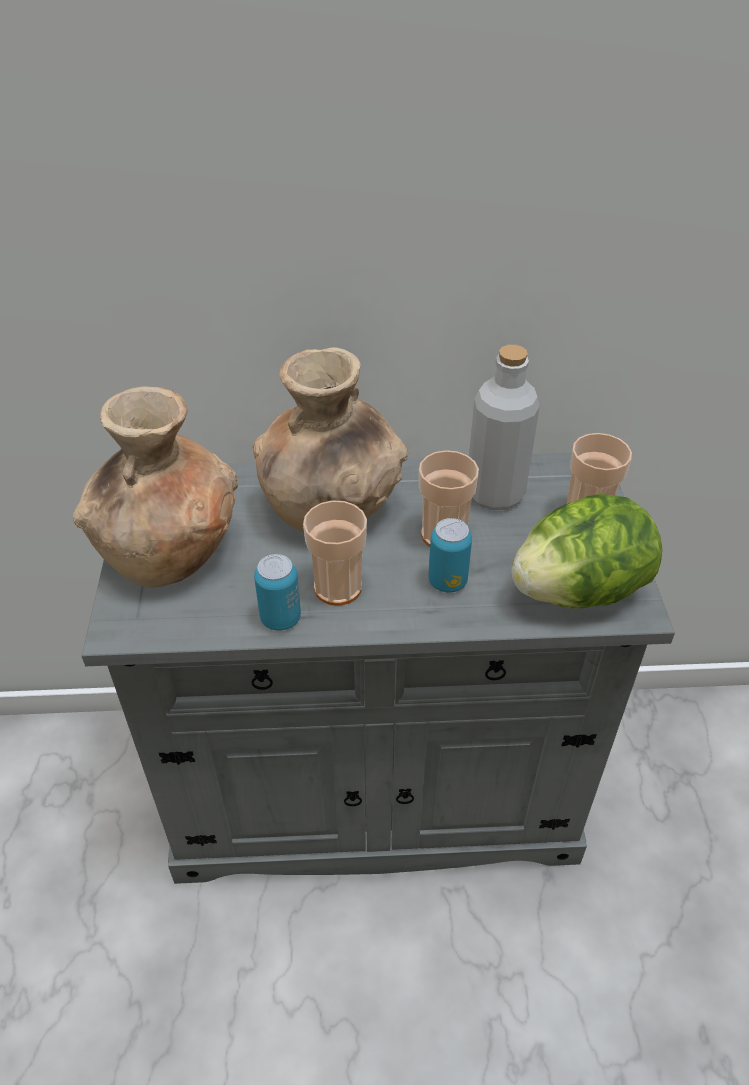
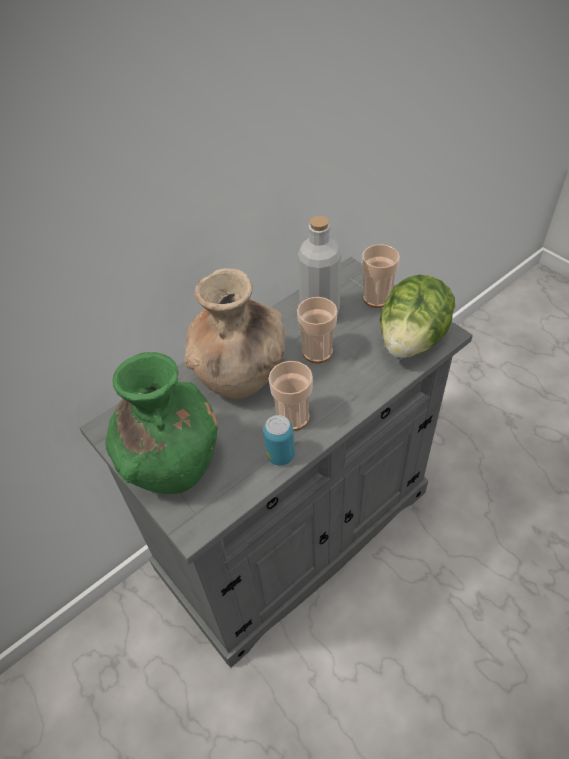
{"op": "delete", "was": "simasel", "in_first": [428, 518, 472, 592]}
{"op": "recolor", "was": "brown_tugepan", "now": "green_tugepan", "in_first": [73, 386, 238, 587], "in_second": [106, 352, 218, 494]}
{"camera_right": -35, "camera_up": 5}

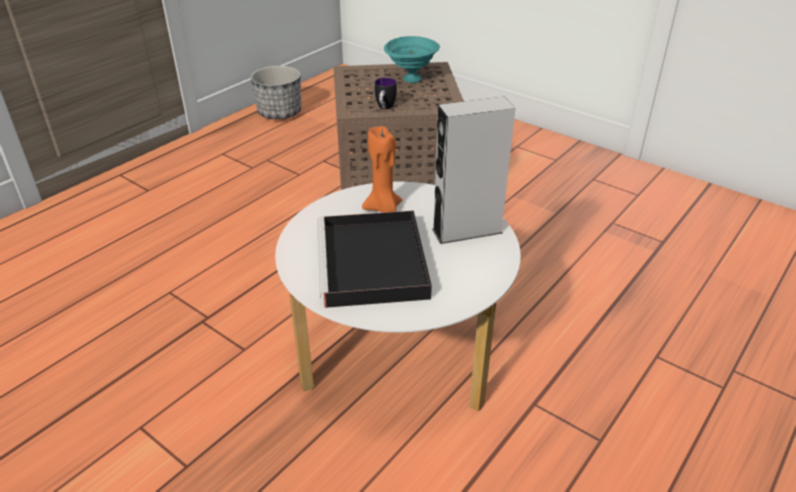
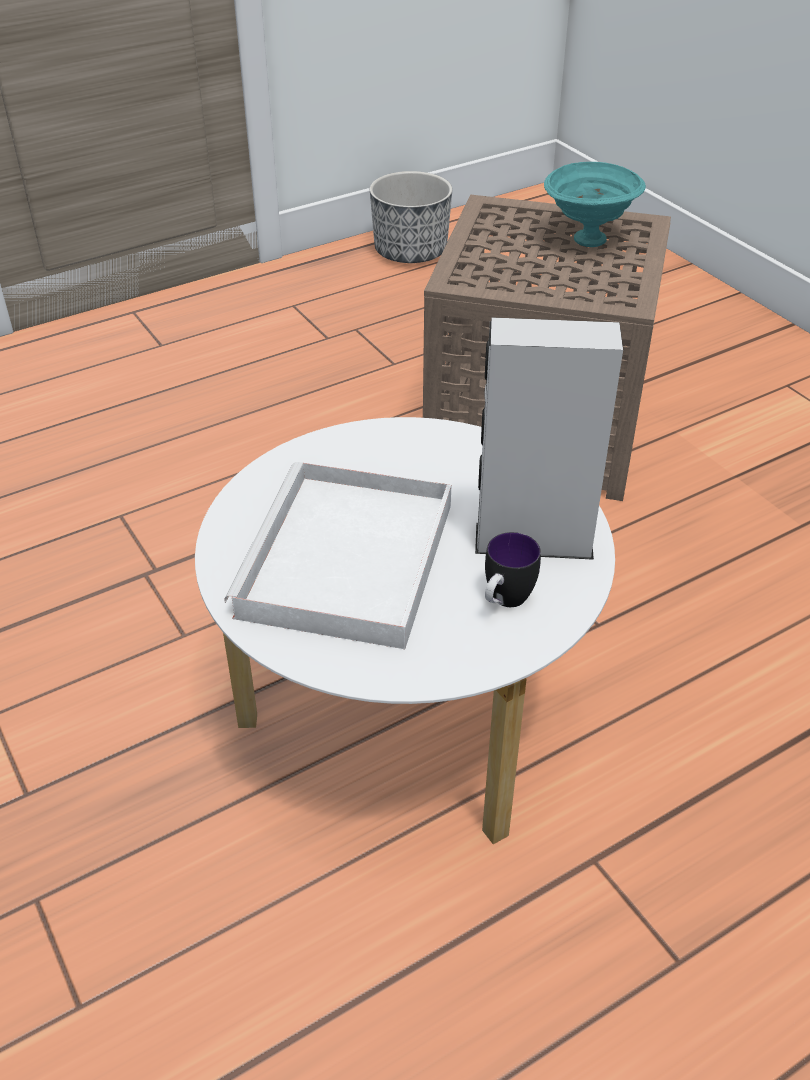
{"op": "delete", "was": "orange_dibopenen", "in_first": [362, 126, 402, 213]}
{"op": "move", "was": "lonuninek", "in_first": [374, 78, 397, 109], "in_second": [485, 532, 541, 607]}
{"op": "recolor", "was": "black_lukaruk", "now": "white_lukaruk", "in_first": [317, 211, 432, 308], "in_second": [224, 462, 451, 649]}
{"camera_right": 20, "camera_up": 5}

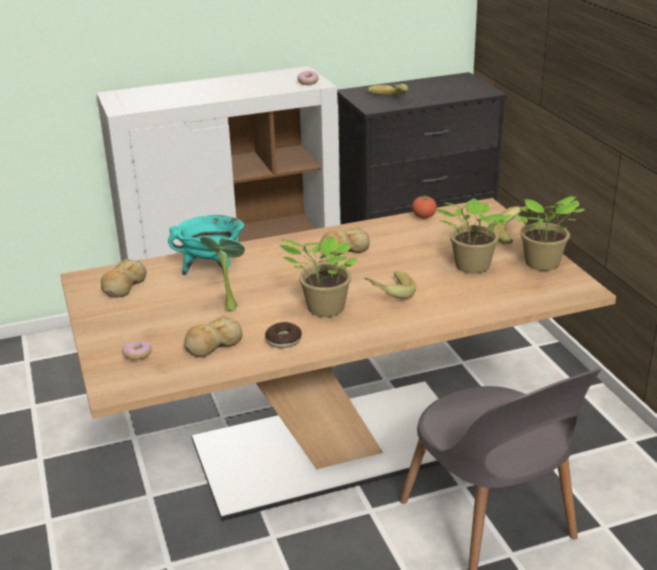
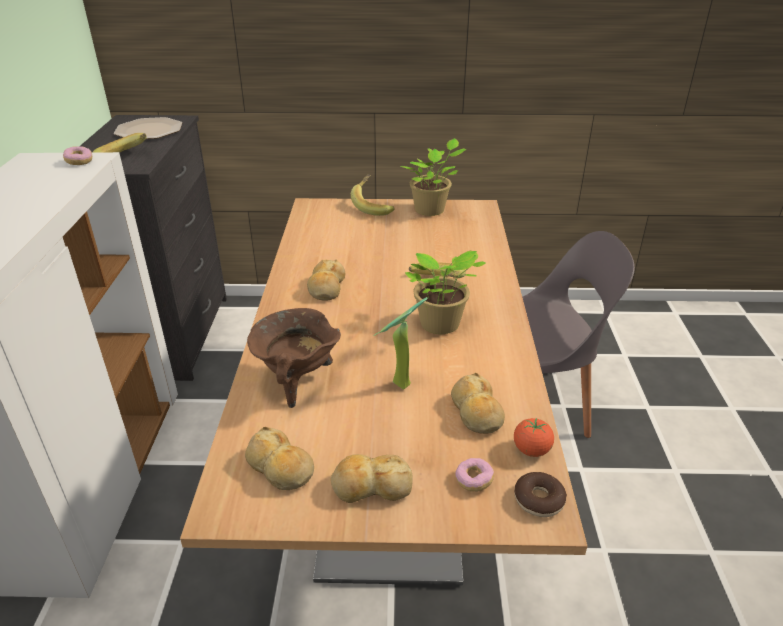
{"op": "delete", "was": "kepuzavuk", "in_first": [436, 198, 511, 274]}
{"op": "insert", "now": "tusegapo", "in_second": [114, 117, 182, 139]}
{"op": "insert", "now": "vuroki", "in_second": [331, 454, 413, 503]}
{"op": "move", "was": "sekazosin", "in_first": [265, 322, 302, 348], "in_second": [514, 472, 567, 517]}
{"op": "move", "was": "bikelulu", "in_first": [412, 196, 437, 218], "in_second": [514, 418, 554, 457]}
{"op": "recolor", "was": "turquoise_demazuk", "now": "brown_demazuk", "in_first": [168, 215, 244, 275], "in_second": [247, 308, 341, 408]}
{"camera_right": -70, "camera_up": 5}

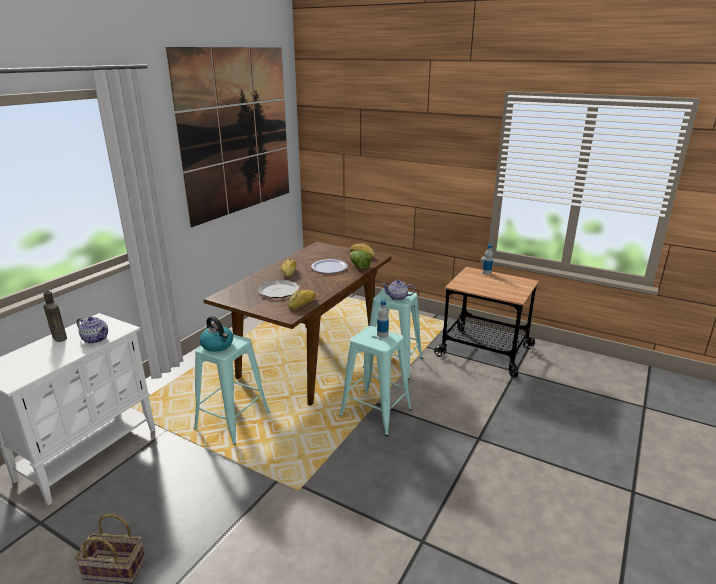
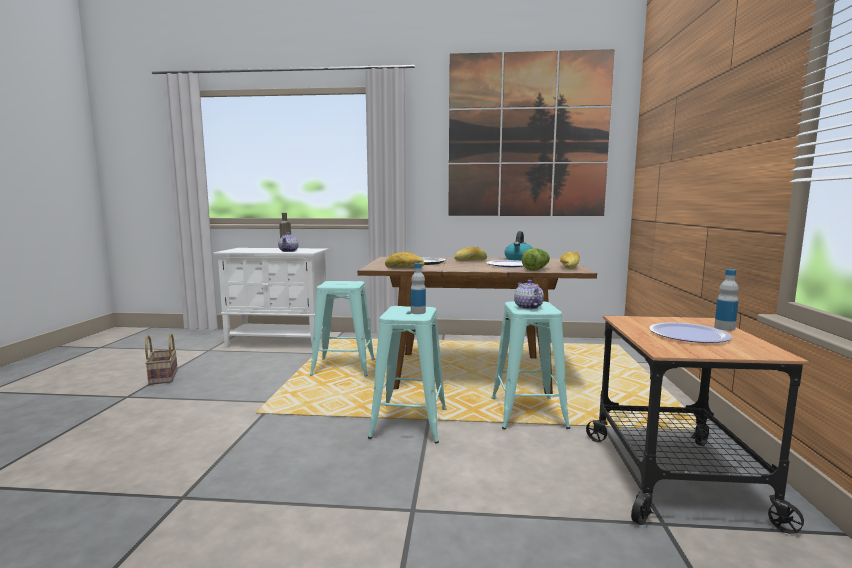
{"op": "insert", "now": "tusegapo", "in_second": [649, 323, 732, 343]}
{"op": "move", "was": "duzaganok", "in_first": [199, 316, 233, 352], "in_second": [505, 231, 533, 261]}
{"camera_right": 65, "camera_up": -15}

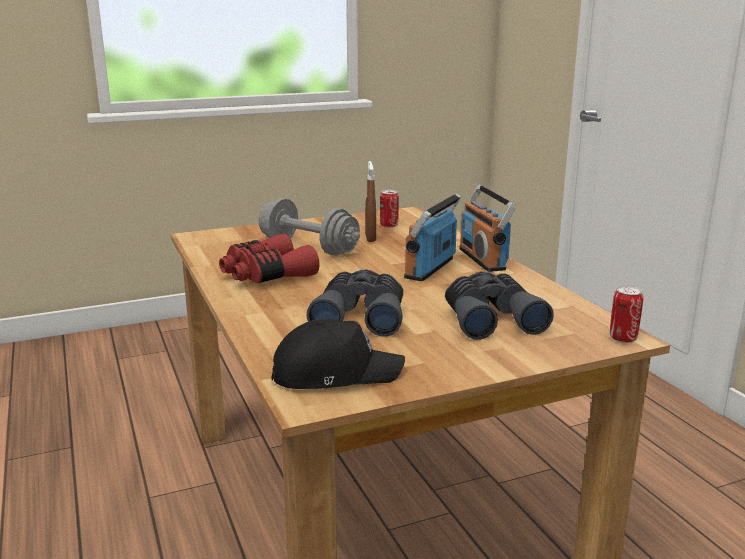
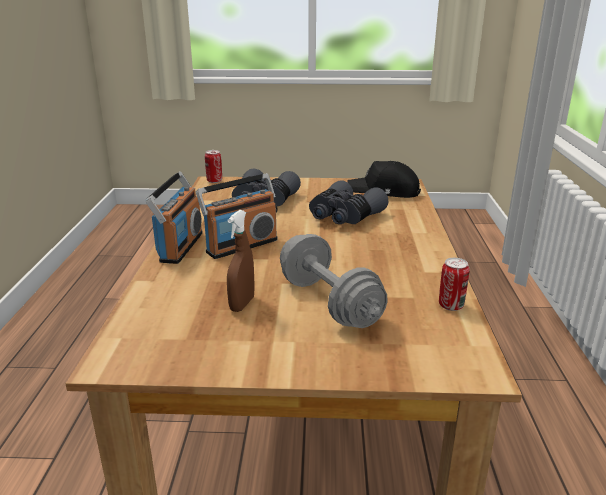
{"op": "delete", "was": "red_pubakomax", "in_first": [219, 234, 319, 283]}
{"op": "move", "was": "simasel", "in_first": [380, 190, 399, 228], "in_second": [439, 258, 470, 311]}
{"camera_right": -155, "camera_up": 5}

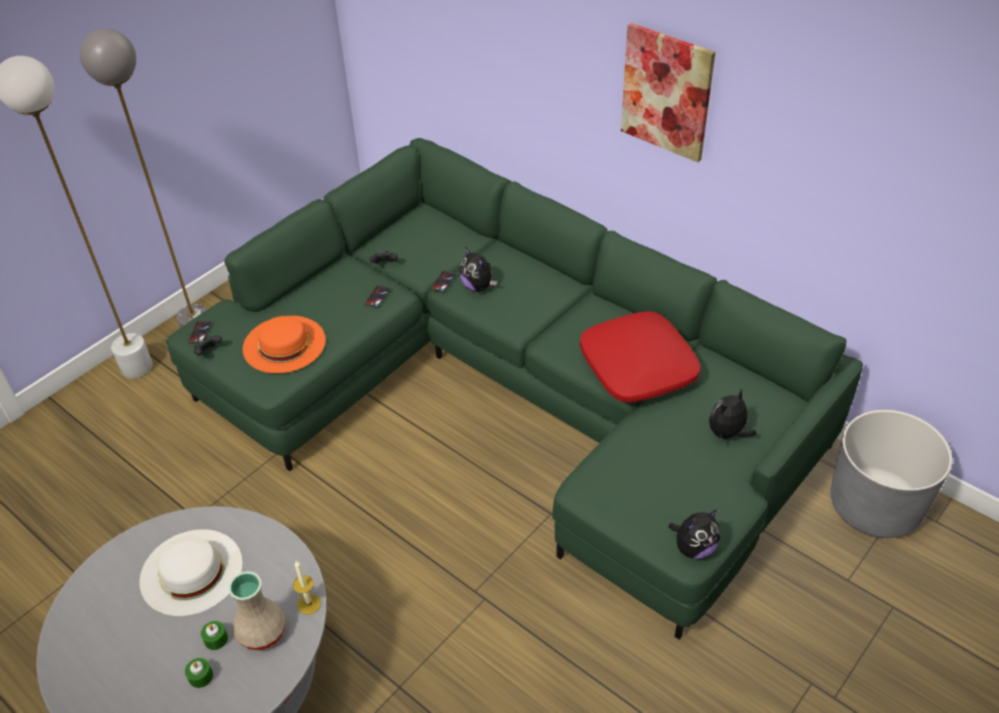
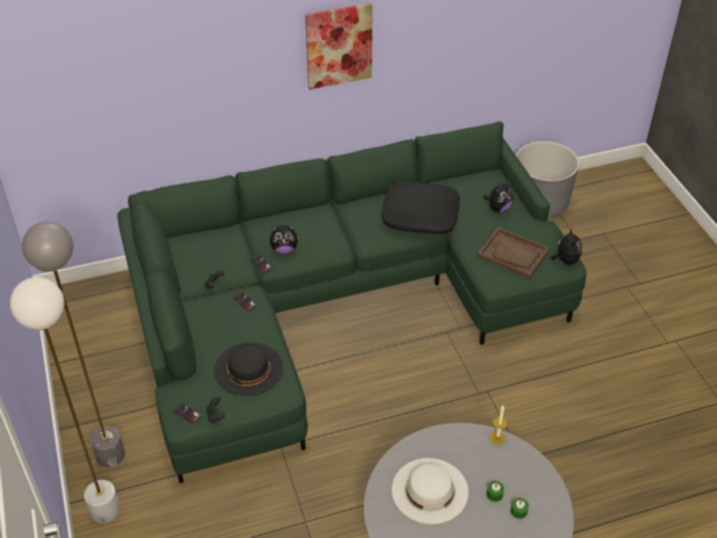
{"op": "delete", "was": "beige_tugepan", "in_first": [228, 571, 286, 650]}
{"op": "insert", "now": "brown_lukaruk", "in_second": [477, 227, 550, 279]}
{"op": "recolor", "was": "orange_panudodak", "now": "black_panudodak", "in_first": [243, 316, 326, 374], "in_second": [214, 343, 283, 396]}
{"op": "recolor", "was": "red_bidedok", "now": "black_bidedok", "in_first": [580, 311, 700, 403], "in_second": [382, 181, 460, 234]}
{"op": "rotate", "was": "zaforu", "in_first": [709, 388, 757, 441], "in_second": [483, 180, 514, 213], "clockwise": -120}
{"camera_right": -60, "camera_up": 0}

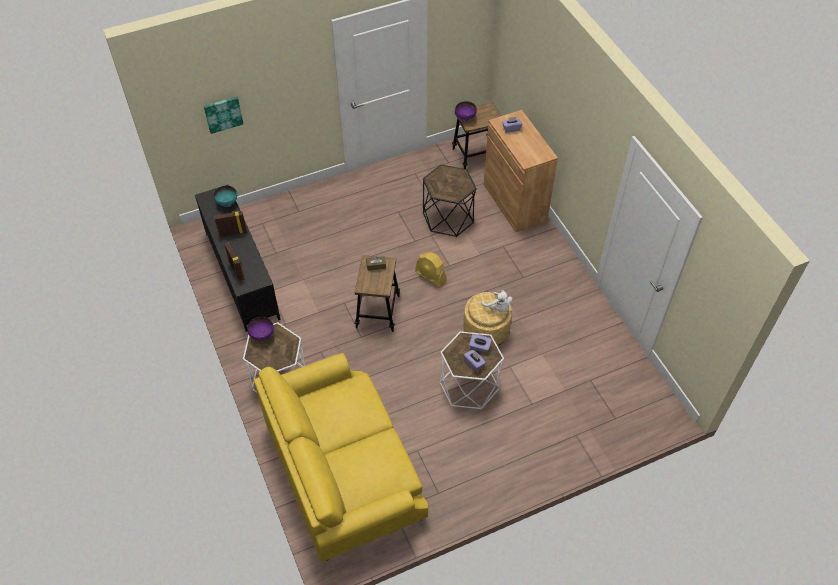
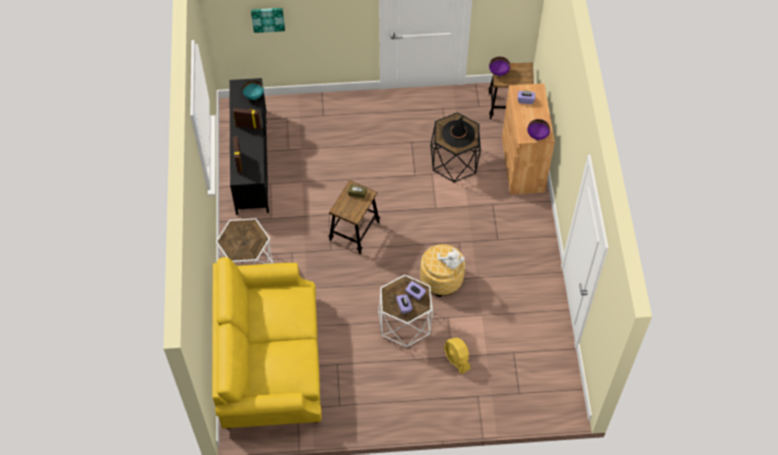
{"op": "insert", "now": "black_panudodak", "in_second": [442, 116, 475, 148]}
{"op": "move", "was": "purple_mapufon", "in_first": [248, 317, 274, 341], "in_second": [527, 119, 550, 140]}
{"op": "move", "was": "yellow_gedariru", "in_first": [415, 252, 447, 287], "in_second": [443, 337, 470, 374]}
{"camera_right": 20, "camera_up": 5}

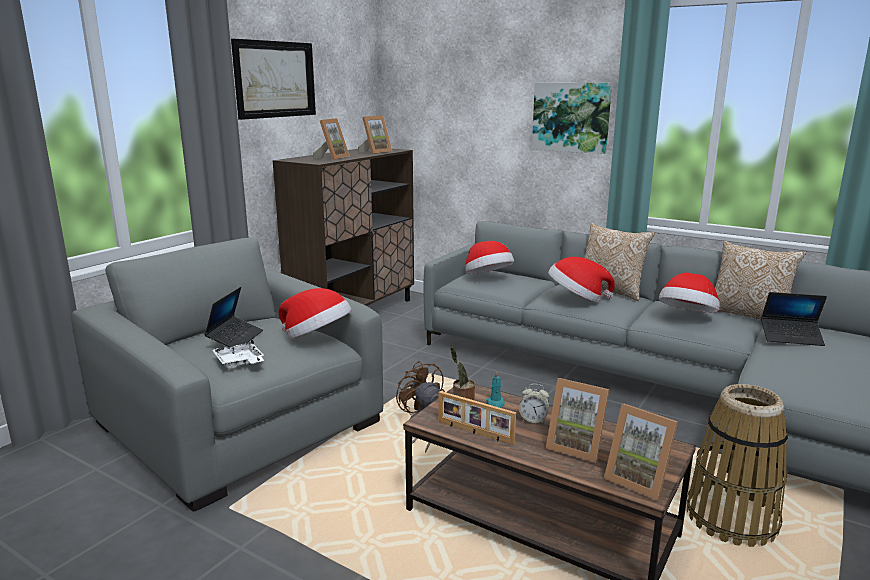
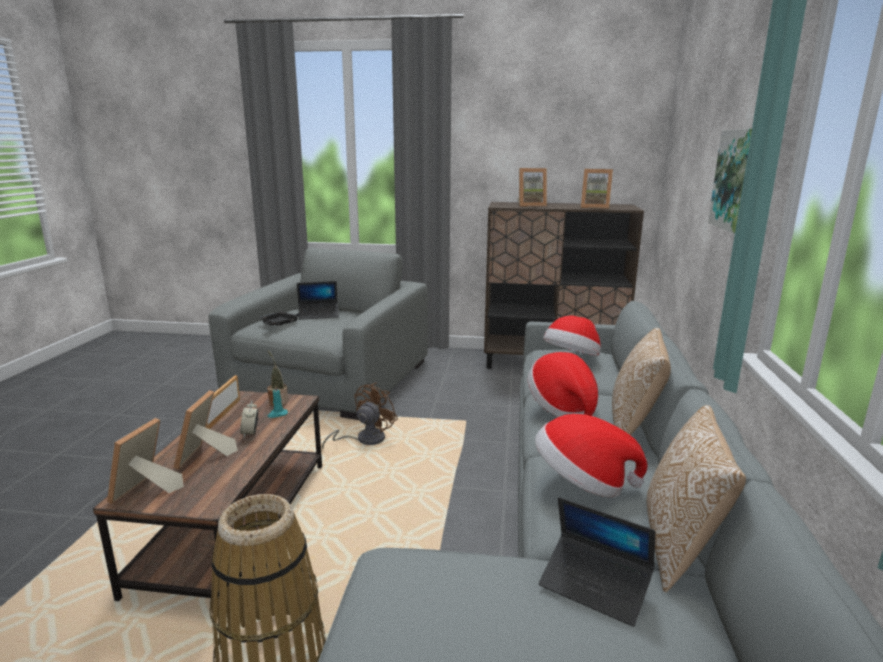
{"op": "delete", "was": "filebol", "in_first": [231, 39, 316, 120]}
{"op": "delete", "was": "panudodak", "in_first": [278, 288, 352, 339]}
{"op": "recolor", "was": "white_lukaruk", "now": "black_lukaruk", "in_first": [212, 338, 264, 369], "in_second": [258, 311, 300, 326]}
{"op": "rotate", "was": "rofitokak", "in_first": [761, 292, 827, 346], "in_second": [539, 497, 655, 627], "clockwise": -45}
{"camera_right": 65, "camera_up": 0}

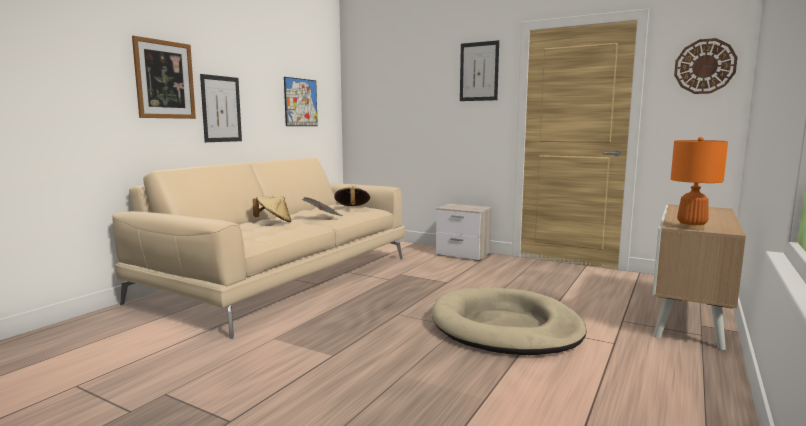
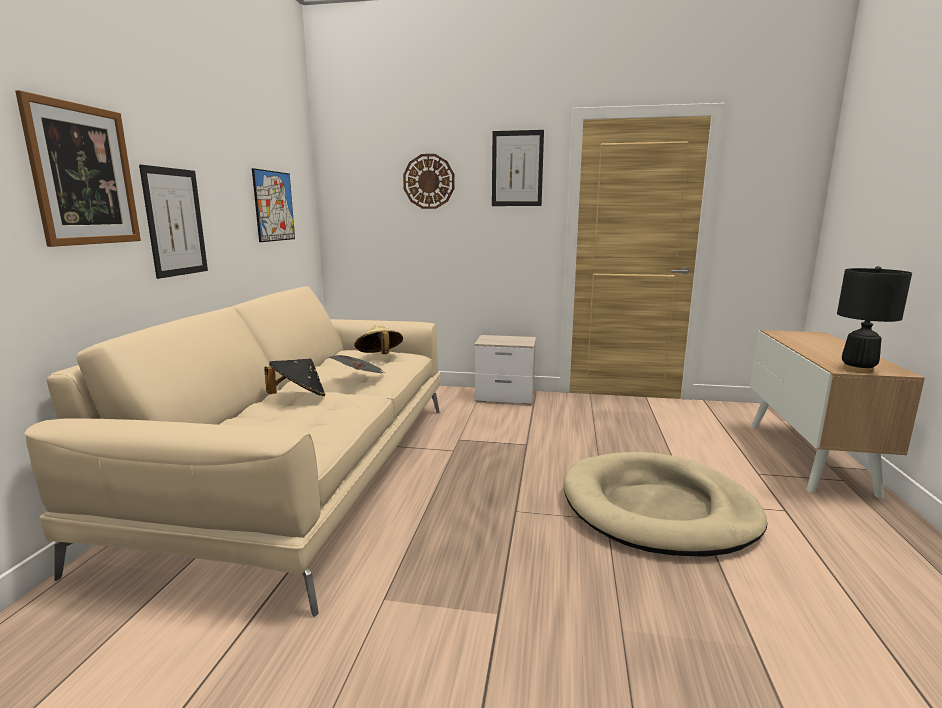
{"op": "move", "was": "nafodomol", "in_first": [674, 38, 738, 94], "in_second": [403, 154, 455, 209]}
{"op": "recolor", "was": "beige_panudodak", "now": "black_panudodak", "in_first": [253, 196, 292, 222], "in_second": [264, 359, 325, 396]}
{"op": "recolor", "was": "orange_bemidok", "now": "black_bemidok", "in_first": [671, 137, 728, 230], "in_second": [837, 266, 912, 373]}
{"camera_right": -20, "camera_up": 5}

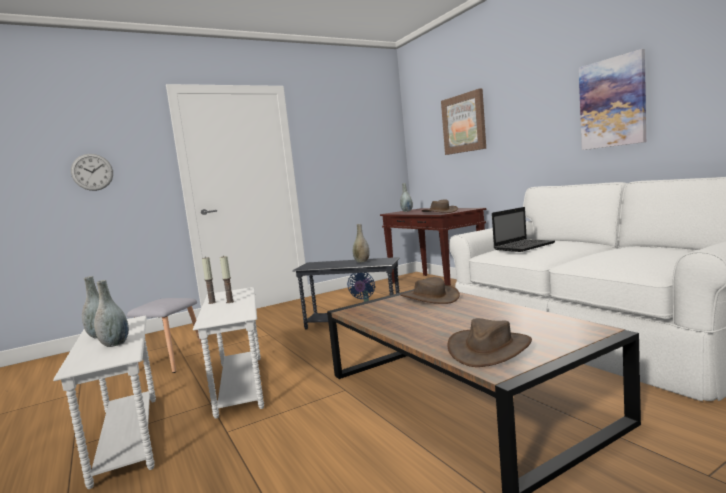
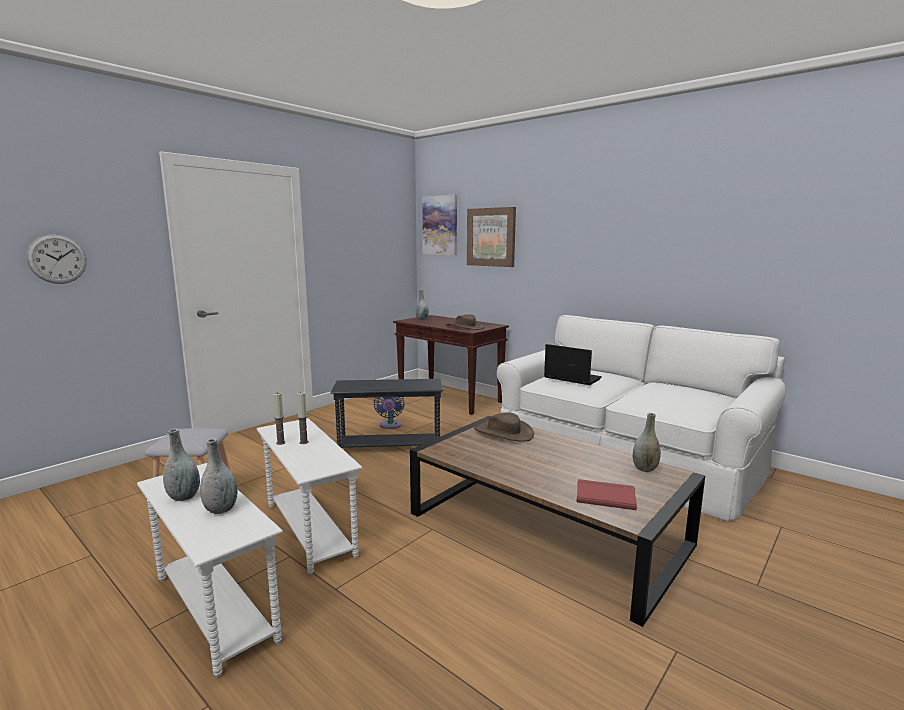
{"op": "move", "was": "grey_tugepan", "in_first": [353, 224, 370, 263], "in_second": [633, 413, 661, 472]}
{"op": "move", "was": "filebol", "in_first": [579, 49, 646, 150], "in_second": [422, 195, 457, 255]}
{"op": "replace", "was": "brown_panudodak", "now": "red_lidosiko", "in_first": [448, 318, 532, 367], "in_second": [576, 479, 637, 510]}
{"op": "rotate", "was": "rofitokak", "in_first": [492, 207, 555, 252], "in_second": [544, 344, 602, 385], "clockwise": -90}
{"camera_right": -20, "camera_up": 5}

